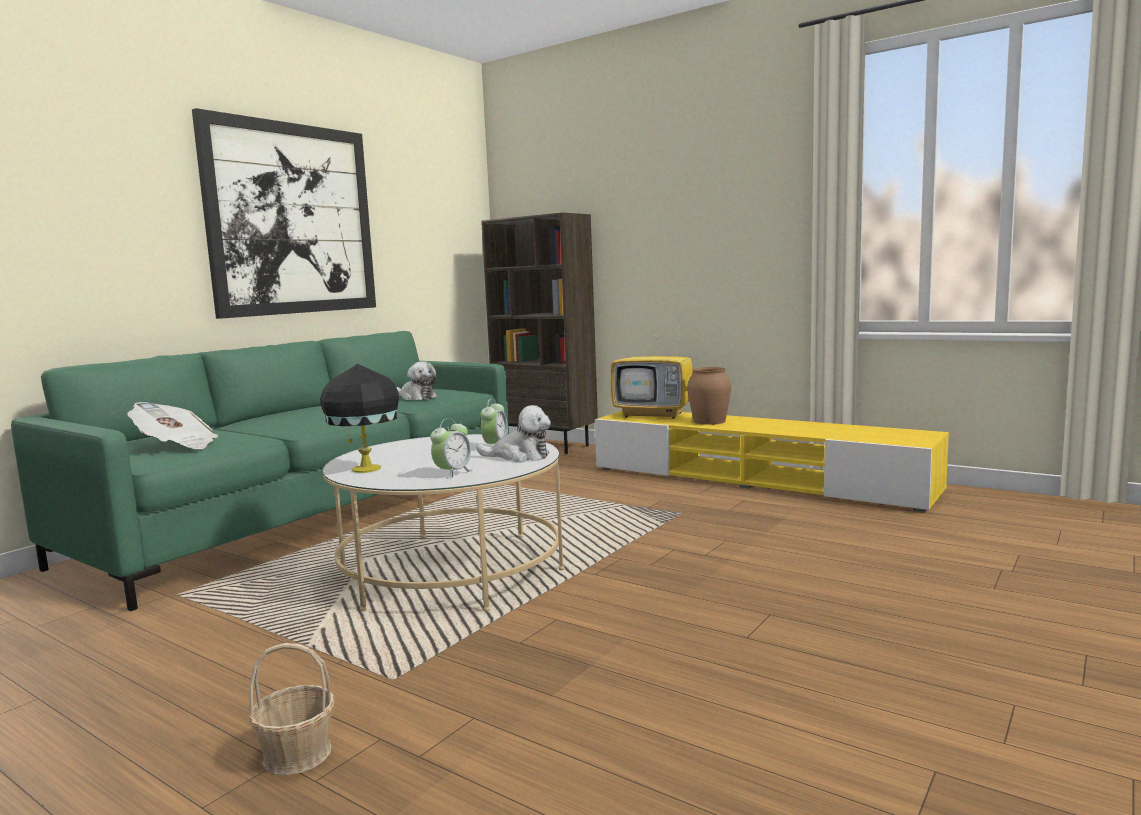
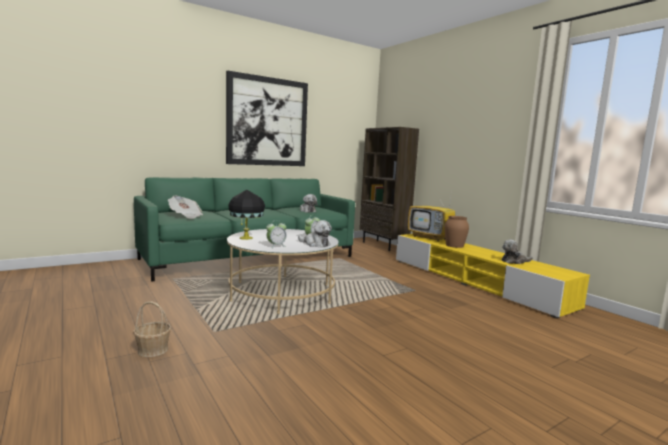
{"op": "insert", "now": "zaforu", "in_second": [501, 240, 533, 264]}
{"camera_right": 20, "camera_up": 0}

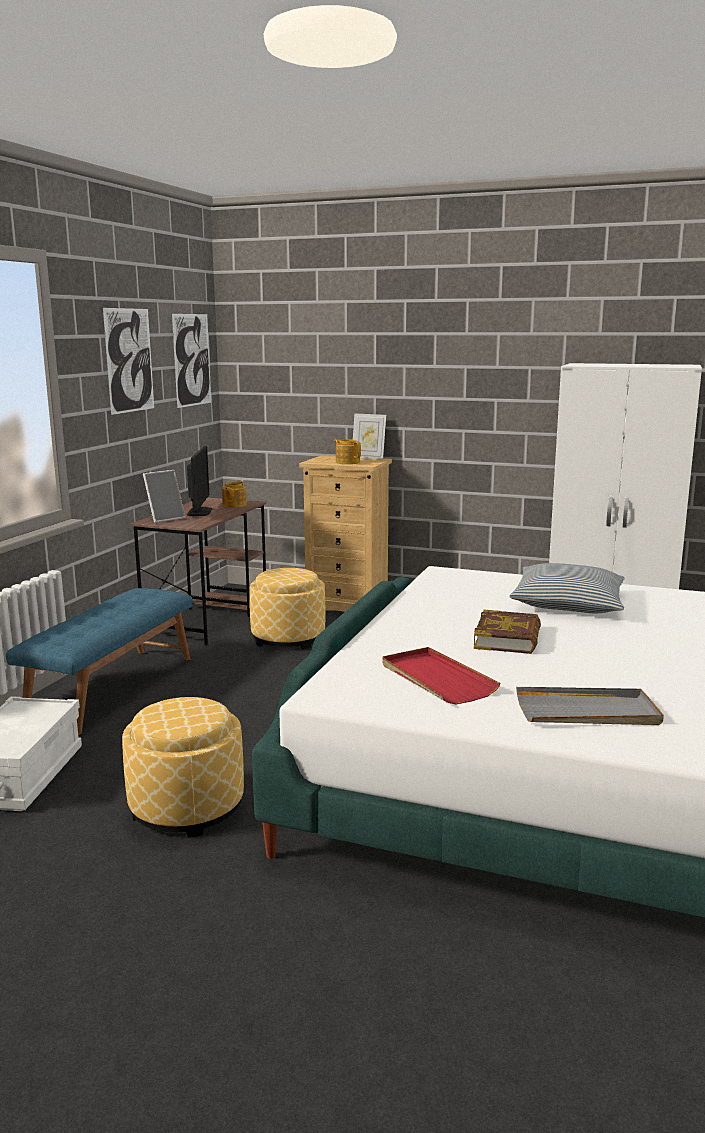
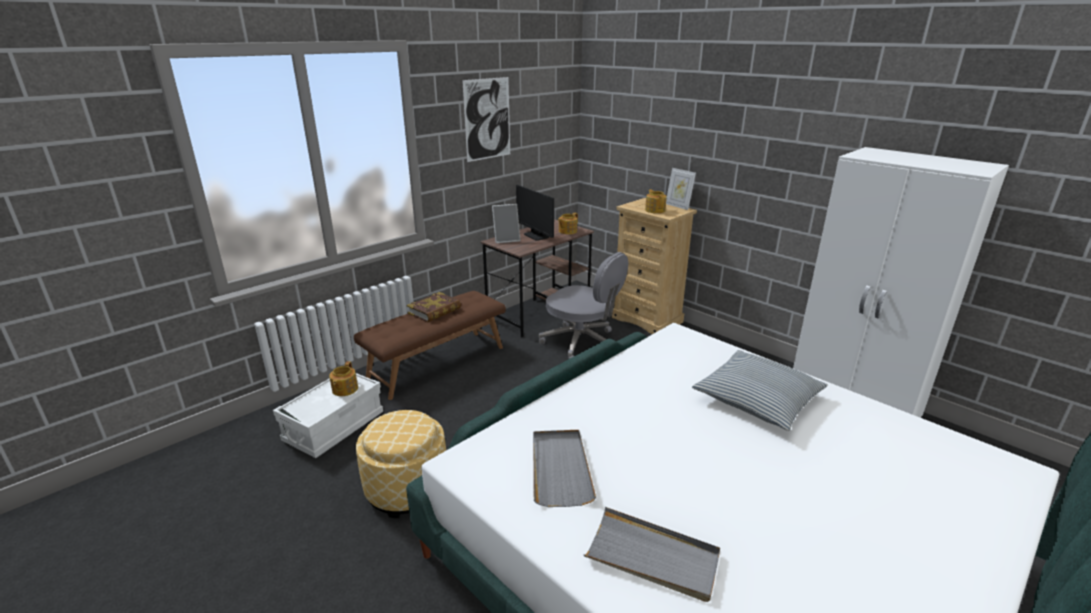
{"op": "delete", "was": "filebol", "in_first": [172, 314, 211, 408]}
{"op": "insert", "now": "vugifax", "in_second": [329, 361, 358, 396]}
{"op": "move", "was": "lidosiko", "in_first": [474, 610, 541, 654], "in_second": [407, 292, 461, 322]}
{"op": "replace", "was": "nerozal", "now": "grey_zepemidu", "in_first": [249, 568, 325, 649], "in_second": [539, 252, 628, 359]}
{"op": "recolor", "was": "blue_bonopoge", "now": "brown_bonopoge", "in_first": [6, 588, 193, 735], "in_second": [354, 291, 506, 400]}
{"op": "recolor", "was": "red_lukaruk", "now": "grey_lukaruk", "in_first": [382, 647, 500, 704], "in_second": [533, 430, 596, 507]}
{"op": "rotate", "was": "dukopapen", "in_first": [187, 446, 212, 516], "in_second": [516, 185, 554, 241], "clockwise": 120}
{"camera_right": 25, "camera_up": 10}

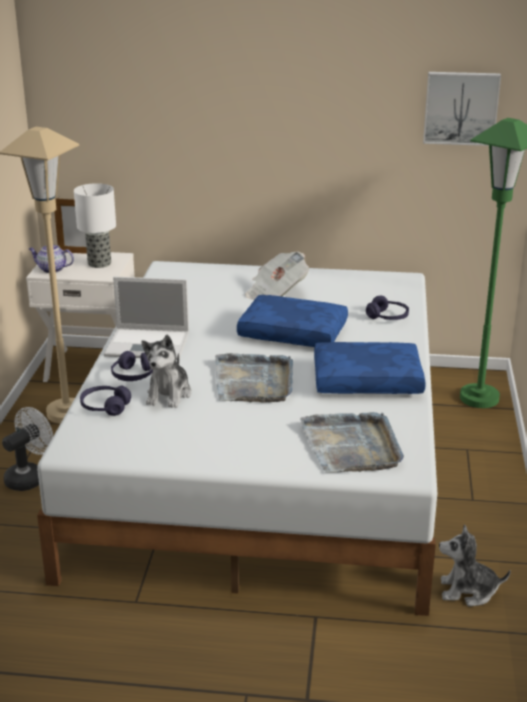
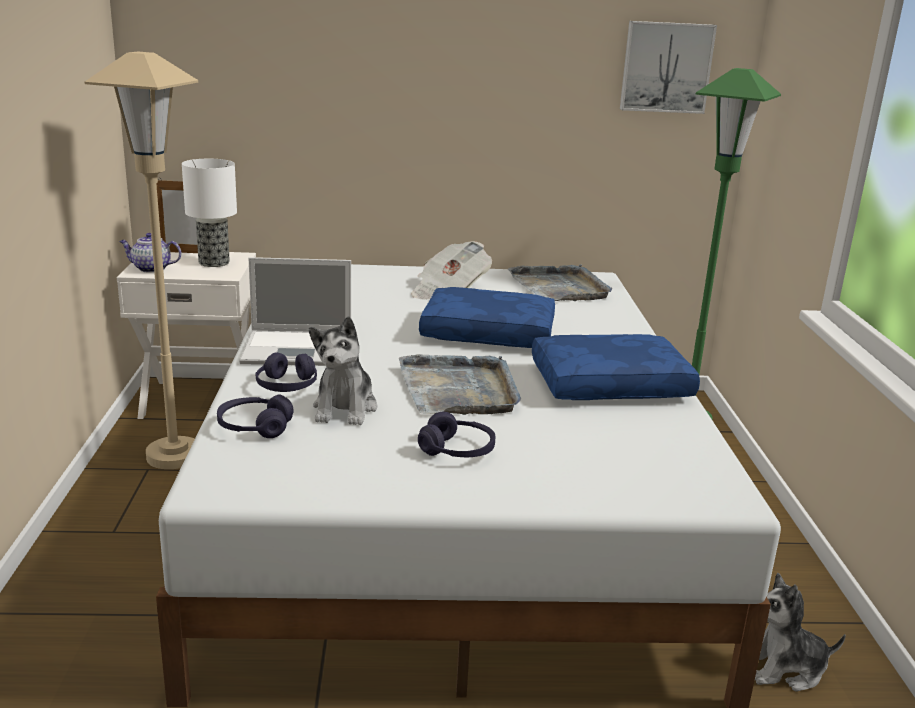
{"op": "delete", "was": "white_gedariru", "in_first": [2, 407, 53, 491]}
{"op": "move", "was": "grey_lukaruk", "in_first": [300, 412, 404, 473], "in_second": [508, 264, 612, 301]}
{"op": "move", "was": "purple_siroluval", "in_first": [366, 296, 409, 320], "in_second": [418, 412, 495, 457]}
{"camera_right": -10, "camera_up": -5}

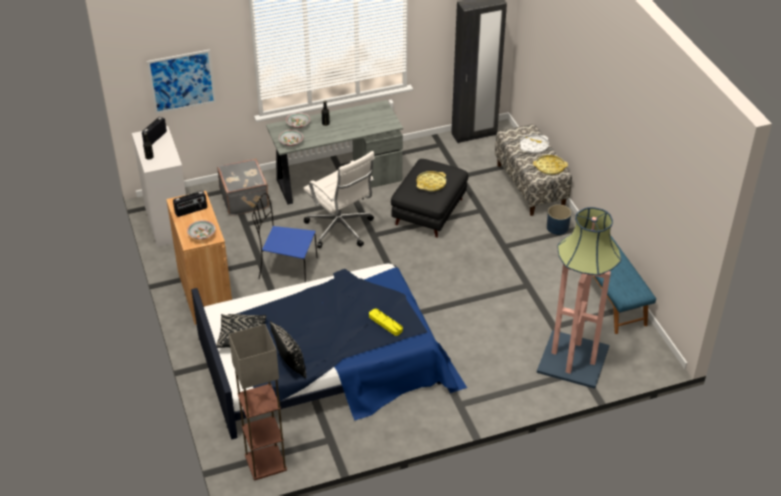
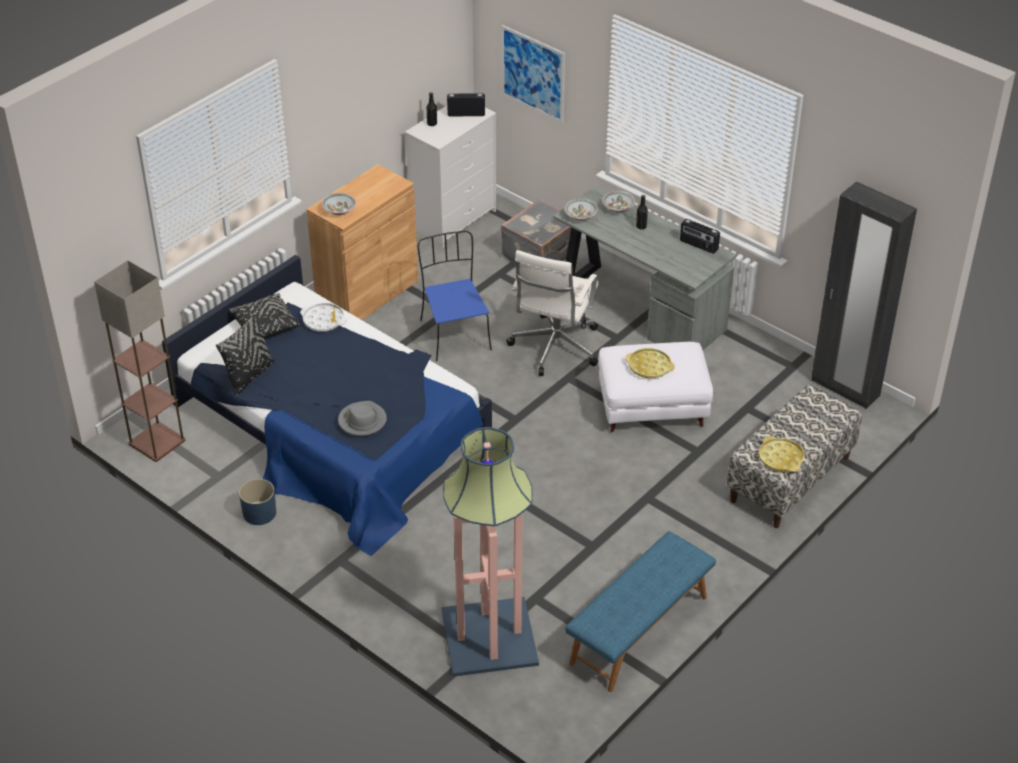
{"op": "move", "was": "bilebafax", "in_first": [173, 191, 207, 217], "in_second": [680, 219, 720, 254]}
{"op": "move", "was": "white_lukaruk", "in_first": [520, 134, 549, 153], "in_second": [300, 303, 347, 332]}
{"op": "move", "was": "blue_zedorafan", "in_first": [547, 204, 571, 235], "in_second": [239, 479, 276, 525]}
{"op": "replace", "was": "yellow_lukaruk", "now": "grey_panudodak", "in_first": [369, 309, 403, 336], "in_second": [338, 401, 387, 436]}
{"op": "recolor", "was": "black_nerozal", "now": "white_nerozal", "in_first": [391, 159, 468, 238], "in_second": [598, 342, 713, 432]}
{"camera_right": 60, "camera_up": 0}

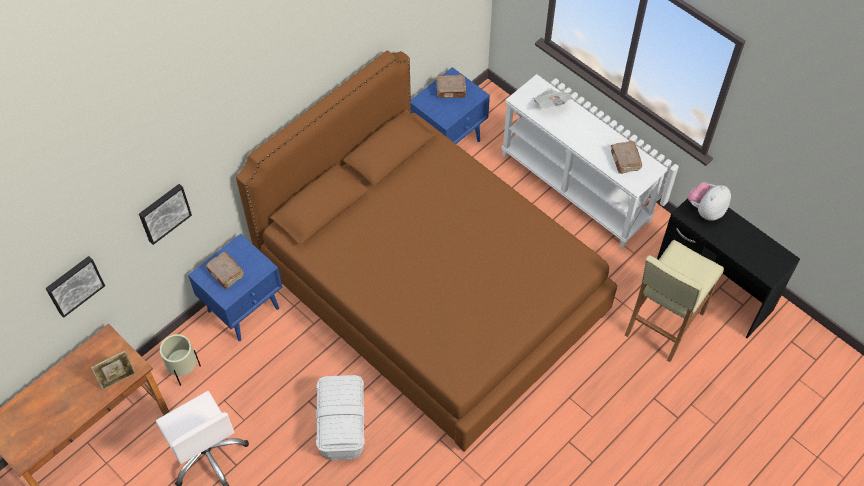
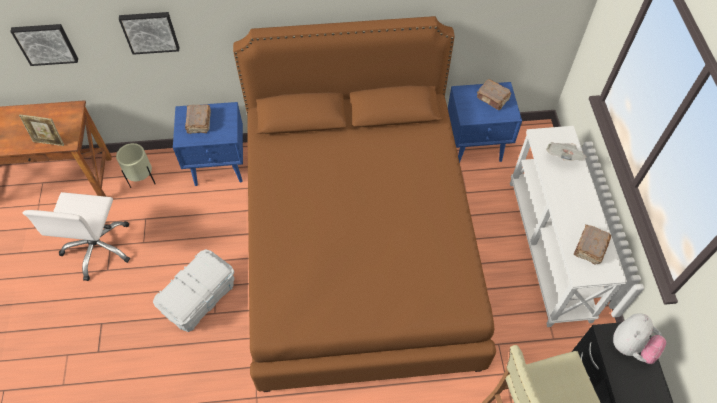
{"op": "rotate", "was": "zaforu", "in_first": [688, 182, 731, 221], "in_second": [613, 313, 666, 364], "clockwise": 135}
{"camera_right": 40, "camera_up": 0}

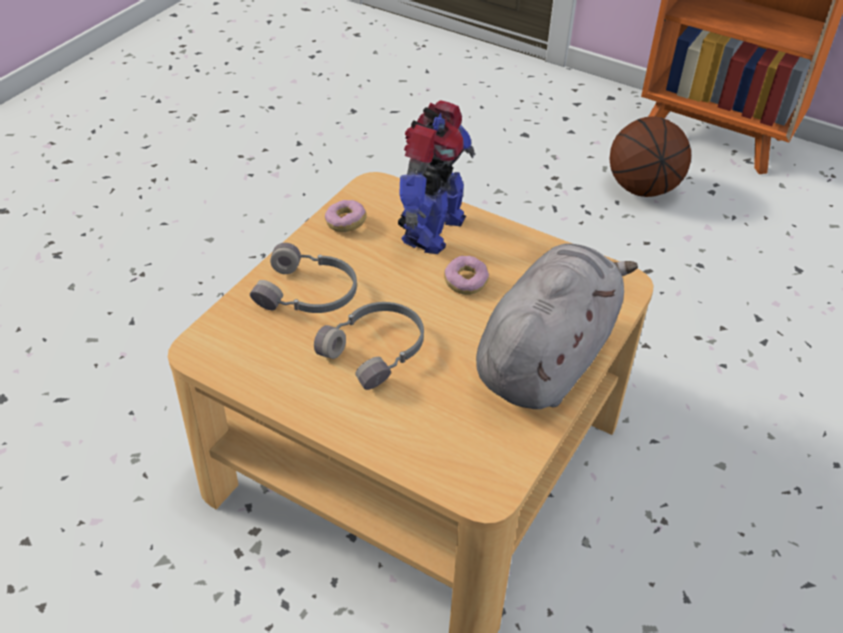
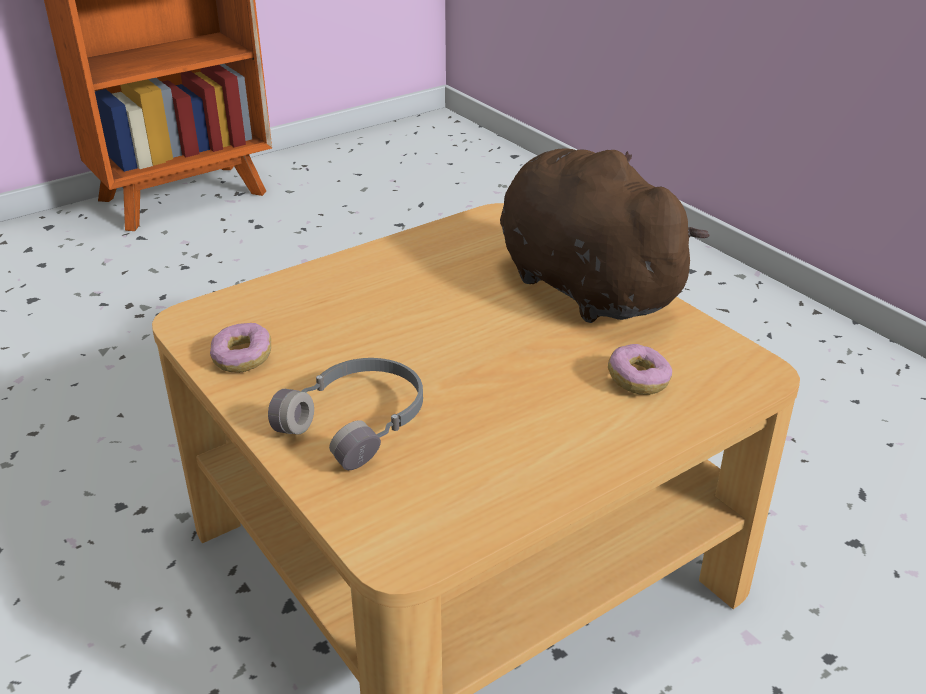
{"op": "delete", "was": "grey_siroluval", "in_first": [314, 302, 424, 390]}
{"op": "delete", "was": "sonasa", "in_first": [398, 100, 475, 254]}
{"op": "delete", "was": "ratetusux", "in_first": [609, 116, 691, 197]}
{"op": "move", "was": "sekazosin", "in_first": [444, 256, 489, 295], "in_second": [608, 344, 672, 395]}
{"op": "recolor", "was": "grey_zaforu", "now": "brown_zaforu", "in_first": [476, 244, 638, 409], "in_second": [500, 148, 710, 323]}
{"camera_right": -65, "camera_up": -10}

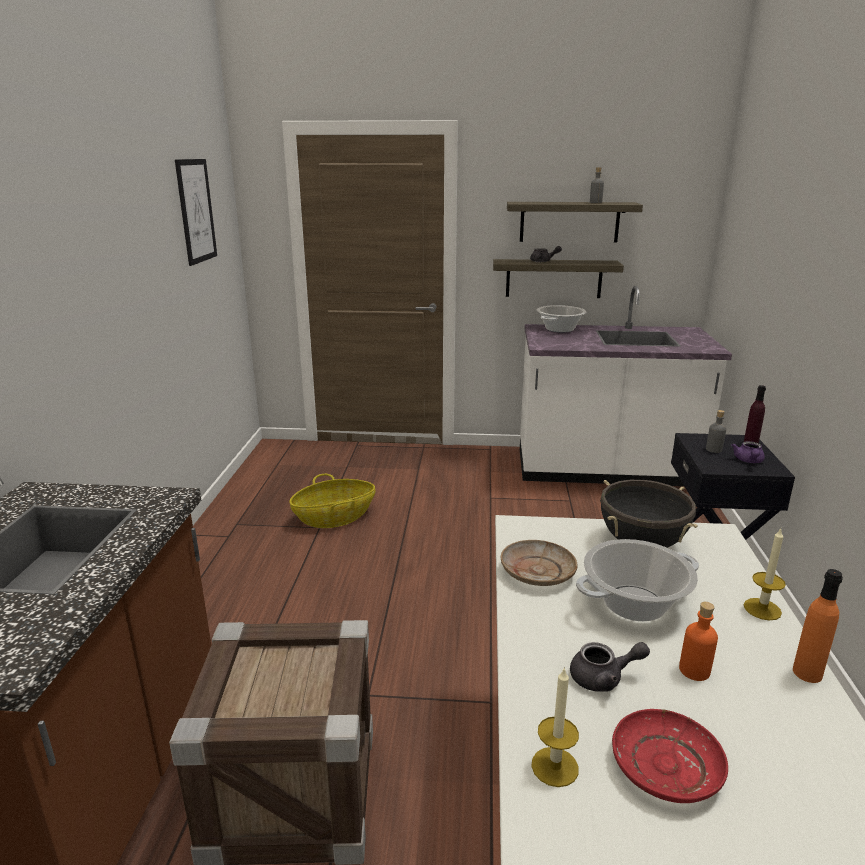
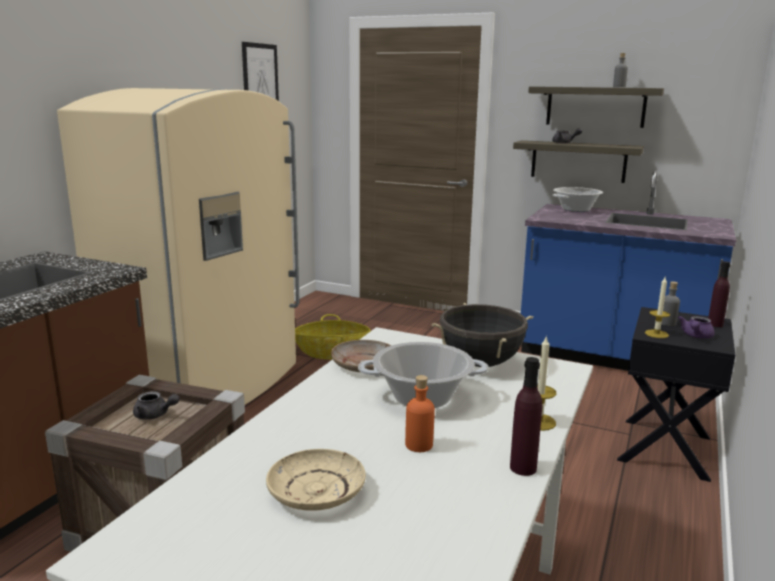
{"op": "insert", "now": "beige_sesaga", "in_second": [57, 88, 300, 405]}
{"op": "move", "was": "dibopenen", "in_first": [531, 667, 579, 787], "in_second": [645, 277, 670, 338]}
{"op": "move", "was": "grey_vugifax", "in_first": [570, 642, 650, 692], "in_second": [133, 391, 180, 420]}
{"op": "recolor", "was": "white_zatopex", "now": "blue_zatopex", "in_first": [520, 286, 732, 486], "in_second": [521, 170, 736, 371]}
{"op": "recolor", "was": "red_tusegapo", "now": "beige_tusegapo", "in_first": [612, 709, 728, 803], "in_second": [266, 449, 366, 511]}
{"op": "recolor", "was": "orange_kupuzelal", "now": "purple_kupuzelal", "in_first": [793, 569, 843, 683], "in_second": [510, 357, 542, 476]}
{"camera_right": 20, "camera_up": -5}

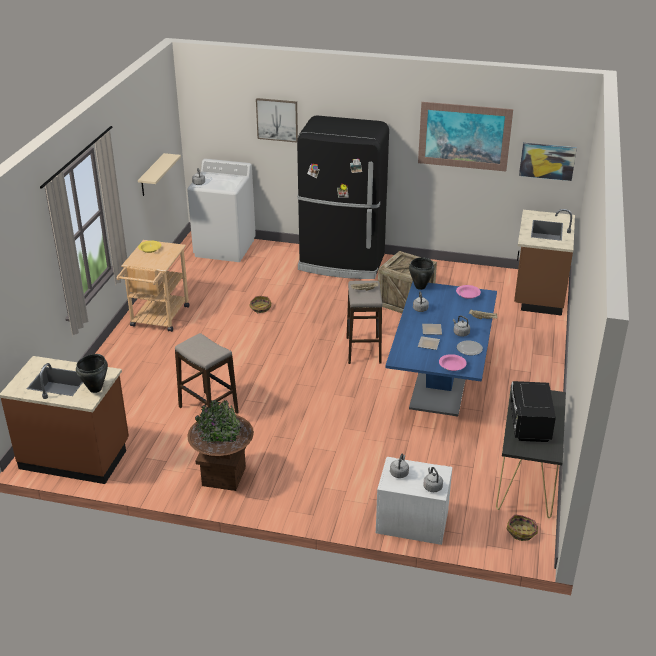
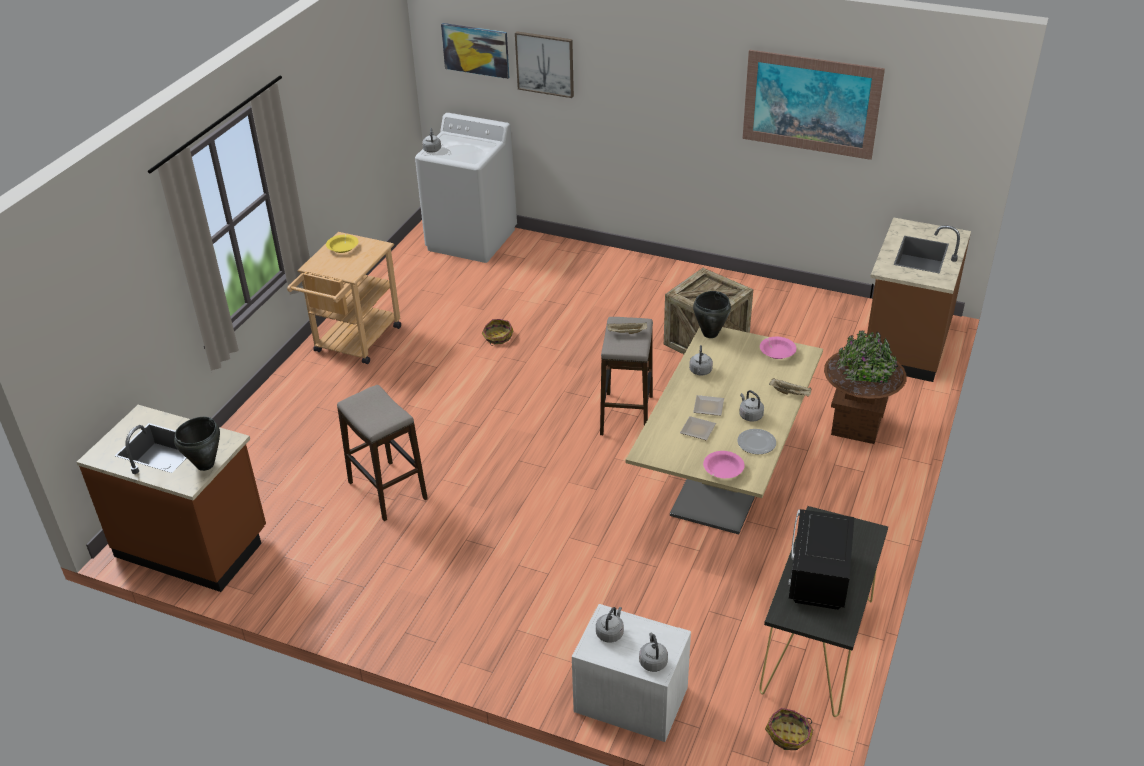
{"op": "delete", "was": "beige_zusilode", "in_first": [138, 153, 181, 196]}
{"op": "delete", "was": "black_sesaga", "in_first": [297, 115, 389, 279]}
{"op": "move", "was": "brown_zedorafan", "in_first": [187, 400, 254, 491], "in_second": [824, 330, 907, 444]}
{"op": "move", "was": "filebol", "in_first": [519, 143, 577, 181], "in_second": [441, 23, 509, 79]}
{"op": "recolor", "was": "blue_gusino", "now": "beige_gusino", "in_first": [385, 282, 497, 416], "in_second": [626, 327, 823, 534]}
{"camera_right": 10, "camera_up": 5}

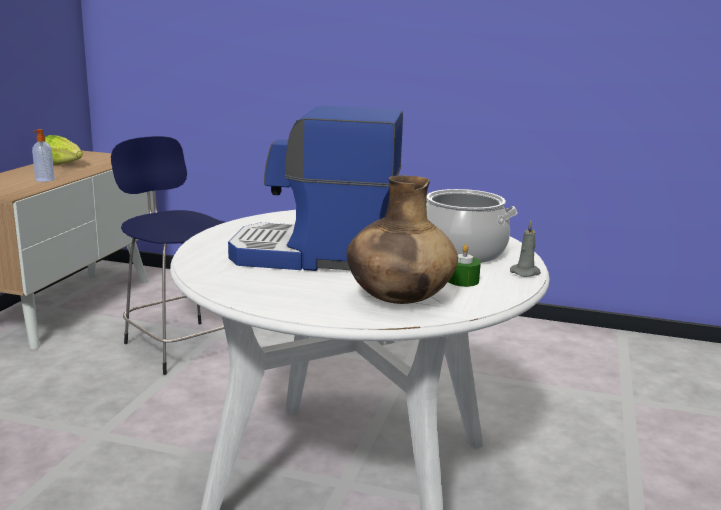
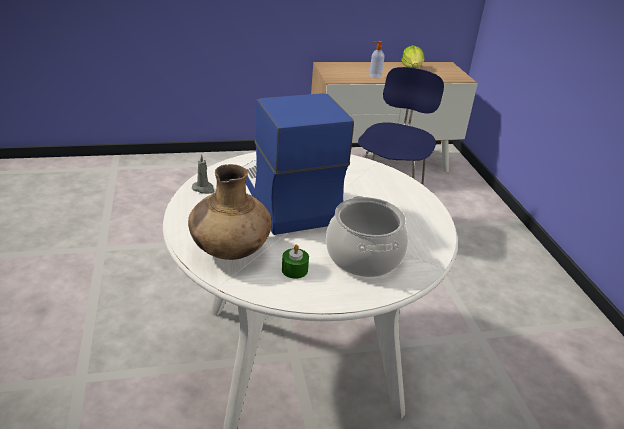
{"op": "move", "was": "grey_dibopenen", "in_first": [510, 221, 541, 277], "in_second": [192, 154, 215, 194]}
{"camera_right": 60, "camera_up": 15}

